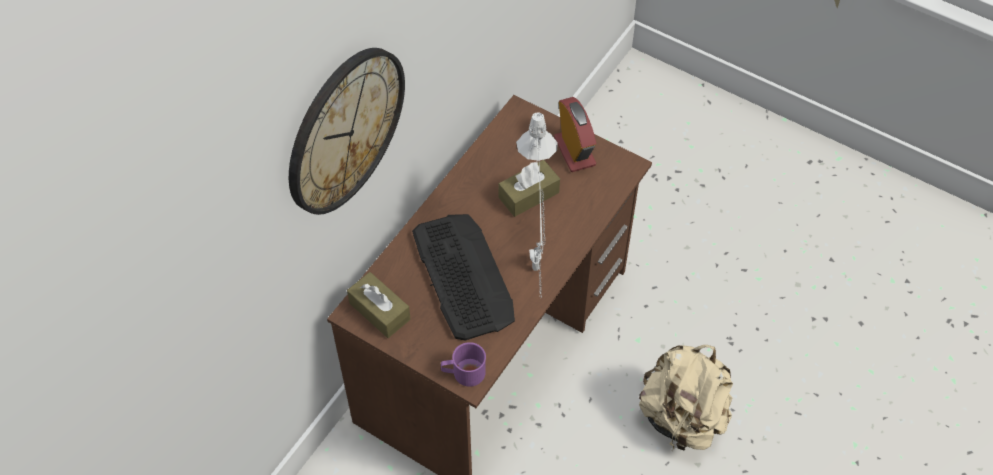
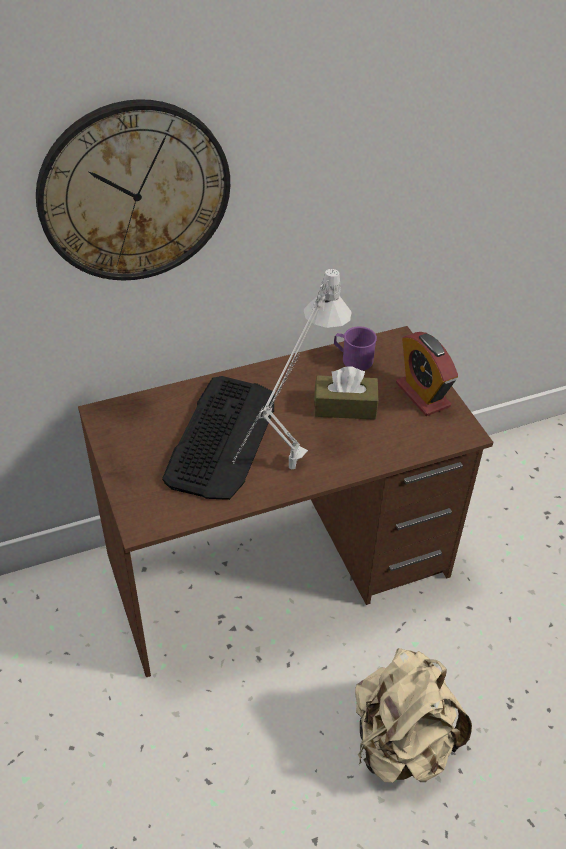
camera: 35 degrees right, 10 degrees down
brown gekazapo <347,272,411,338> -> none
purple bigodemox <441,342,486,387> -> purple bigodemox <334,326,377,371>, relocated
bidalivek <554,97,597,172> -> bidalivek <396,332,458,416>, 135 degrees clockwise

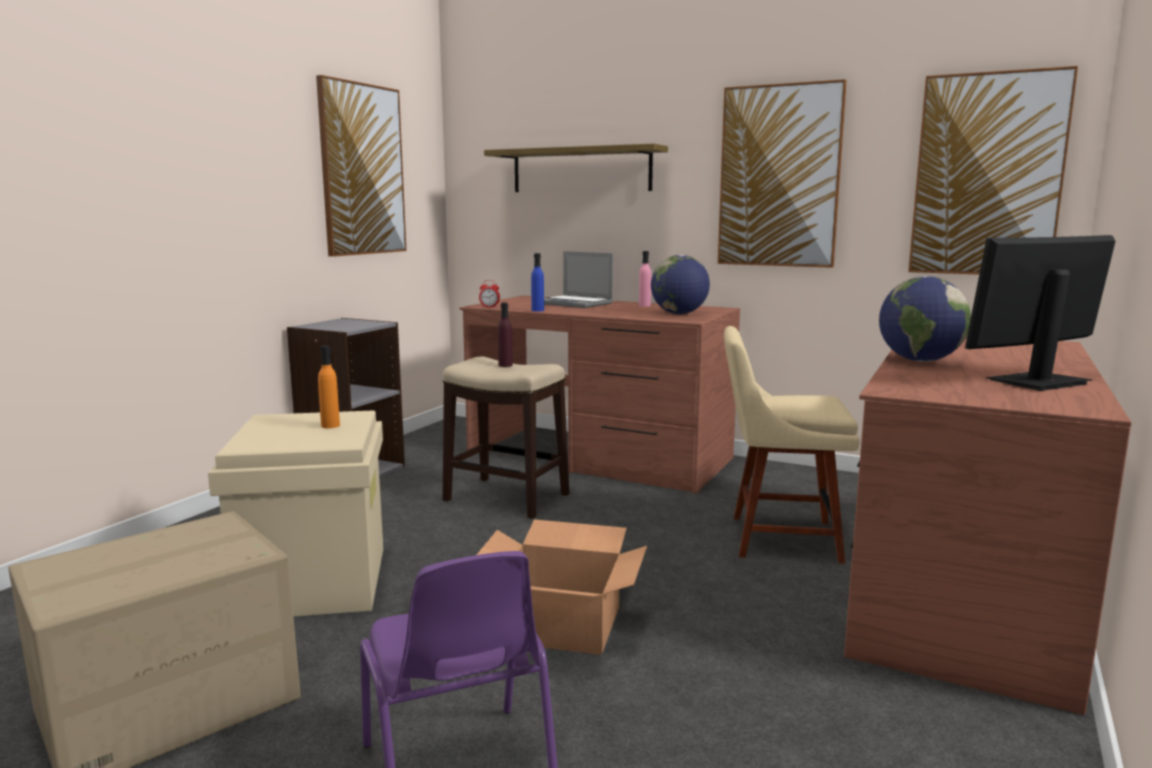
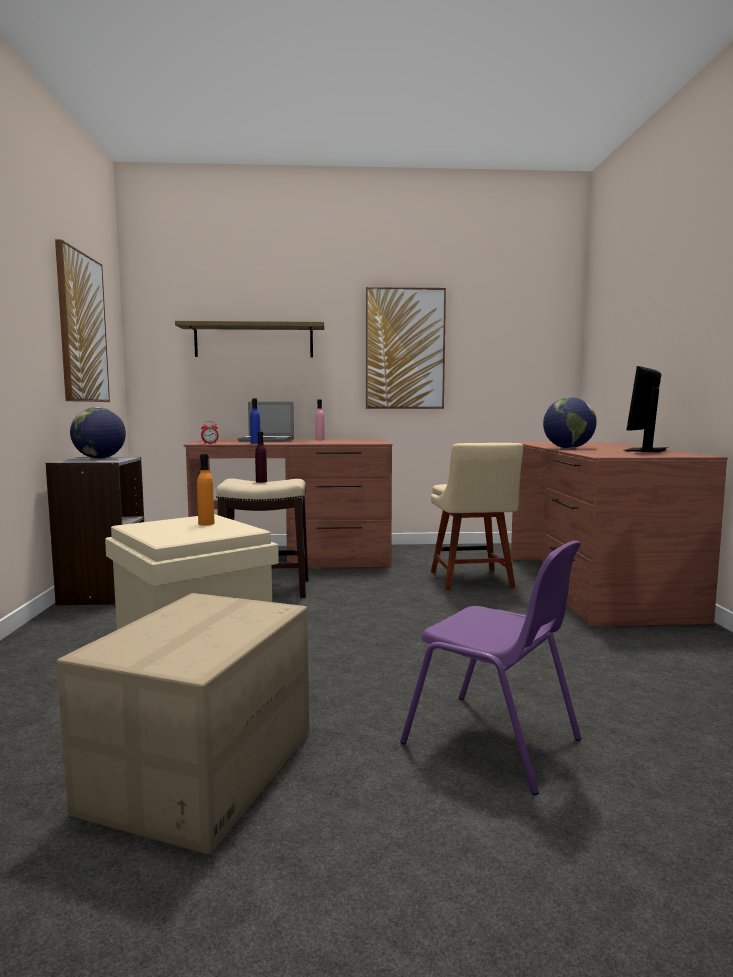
camera: 30 degrees left, 5 degrees down
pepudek <477,519,647,655> -> none
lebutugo <651,255,710,314> -> lebutugo <70,407,126,459>, relocated
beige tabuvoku <724,326,860,564> -> beige tabuvoku <431,443,523,590>, 75 degrees counterclockwise
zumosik <908,66,1078,275> -> none

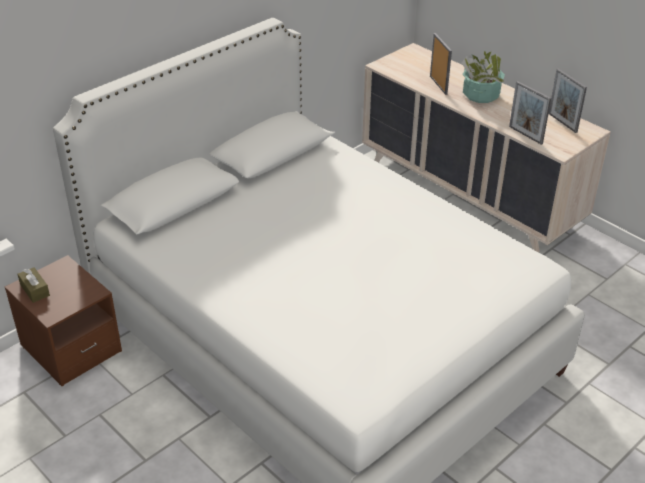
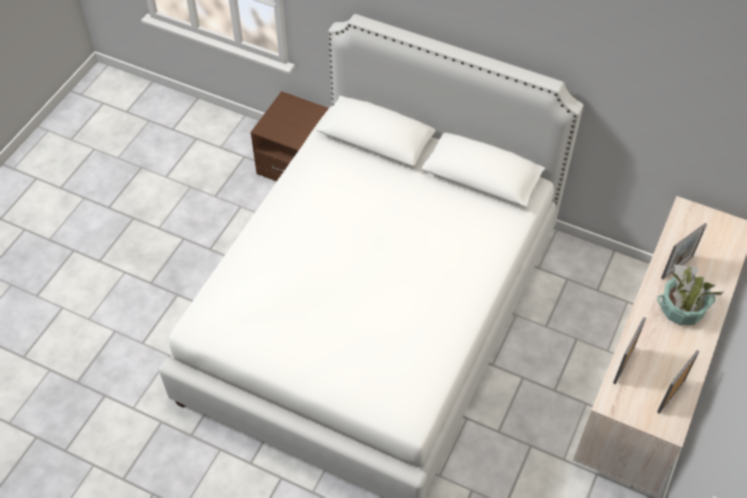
camera: 70 degrees right, 15 degrees up
brown gekazapo <17,267,50,303> -> none

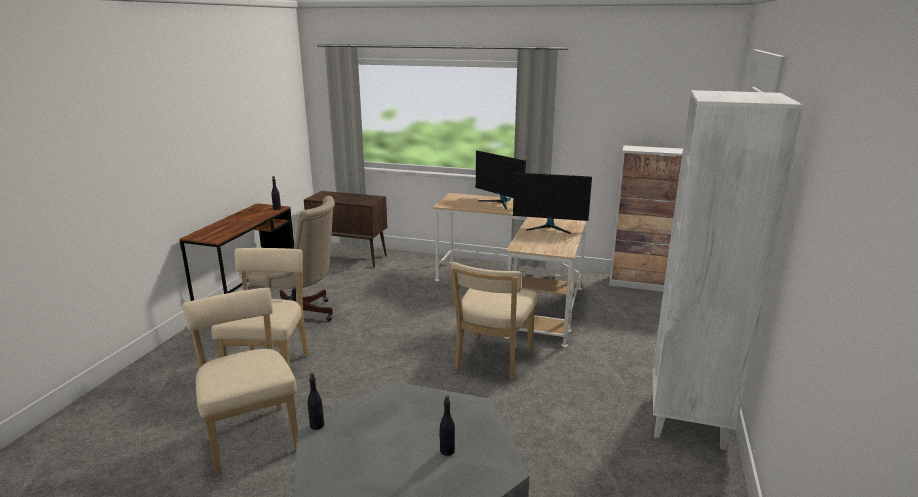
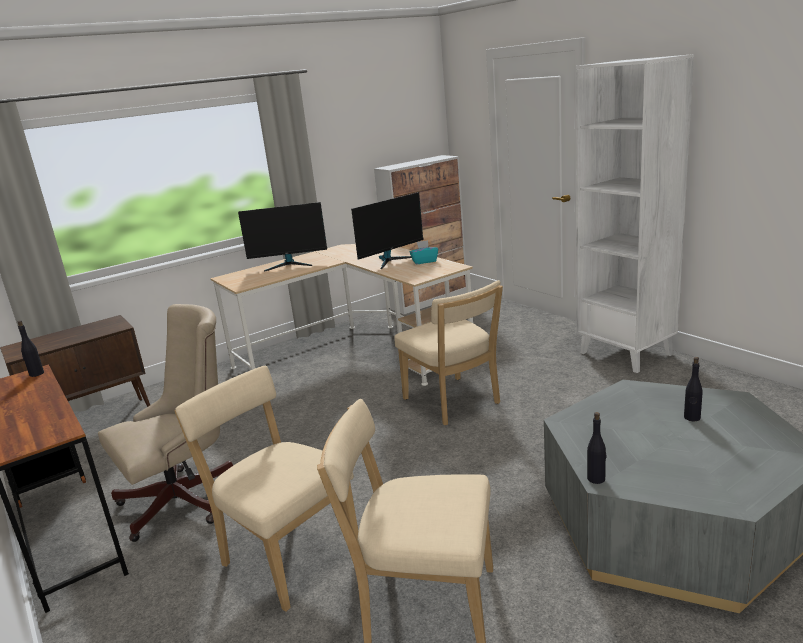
camera: 50 degrees left, 0 degrees up
none -> turquoise gekazapo <410,240,438,264>

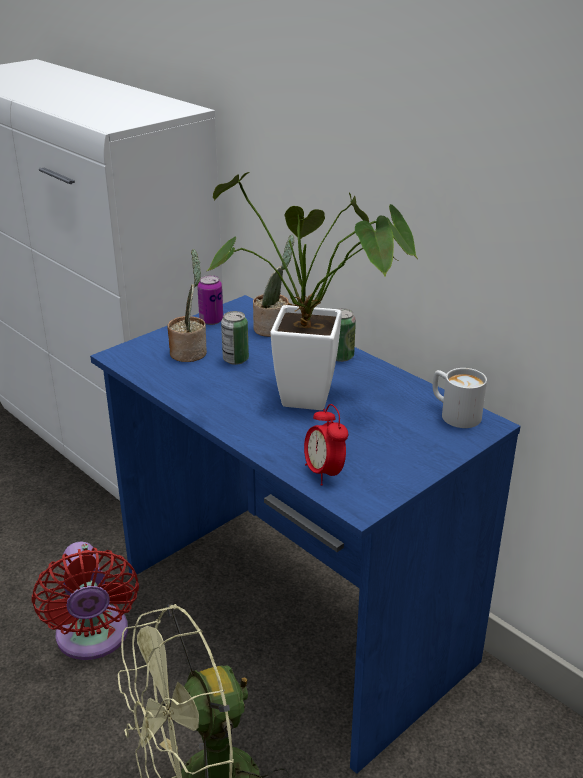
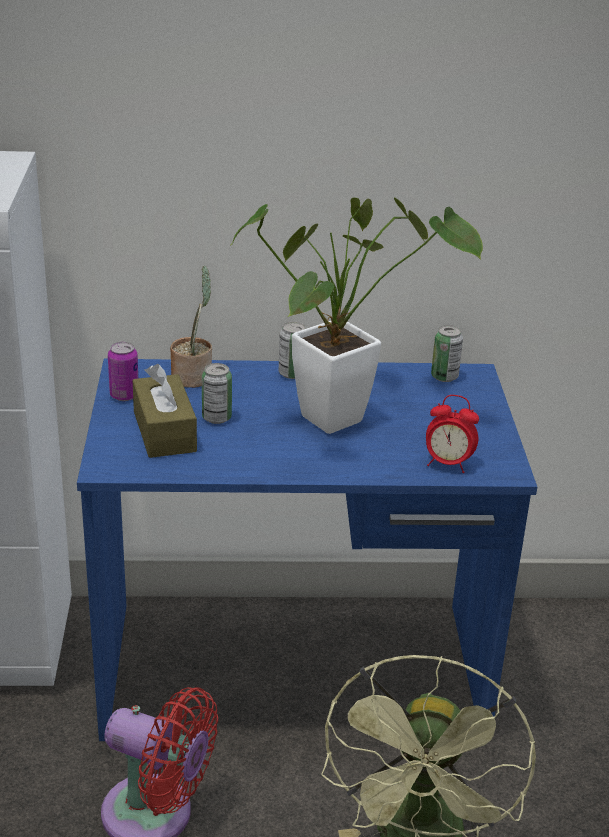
camera: 50 degrees left, 0 degrees up
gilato <167,249,207,362> -> brown gekazapo <133,364,197,458>
white bigodemox <433,368,487,428> -> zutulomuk <431,325,463,382>

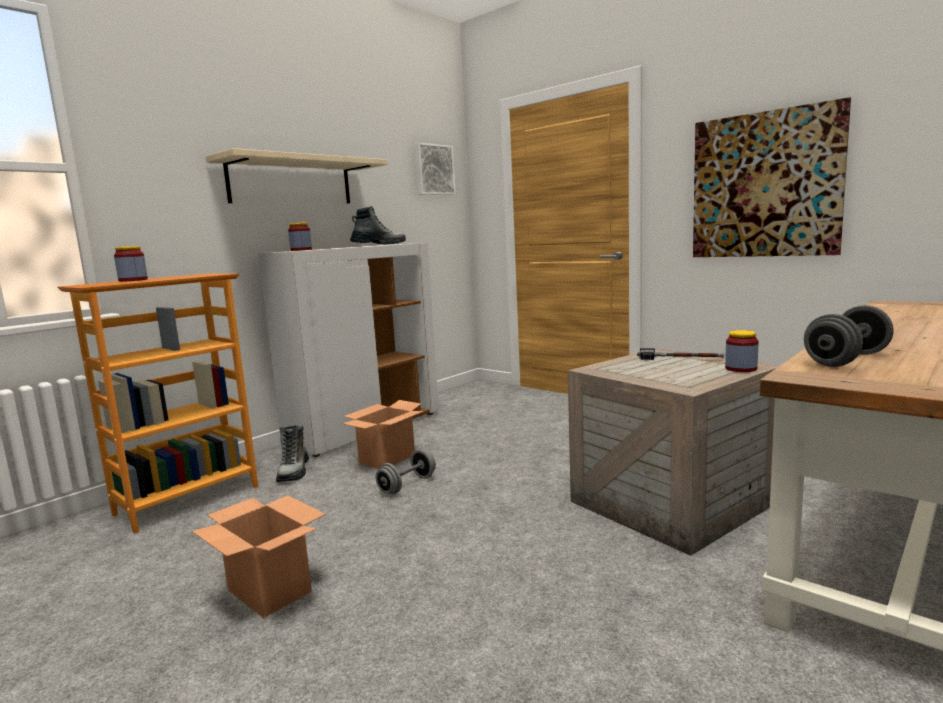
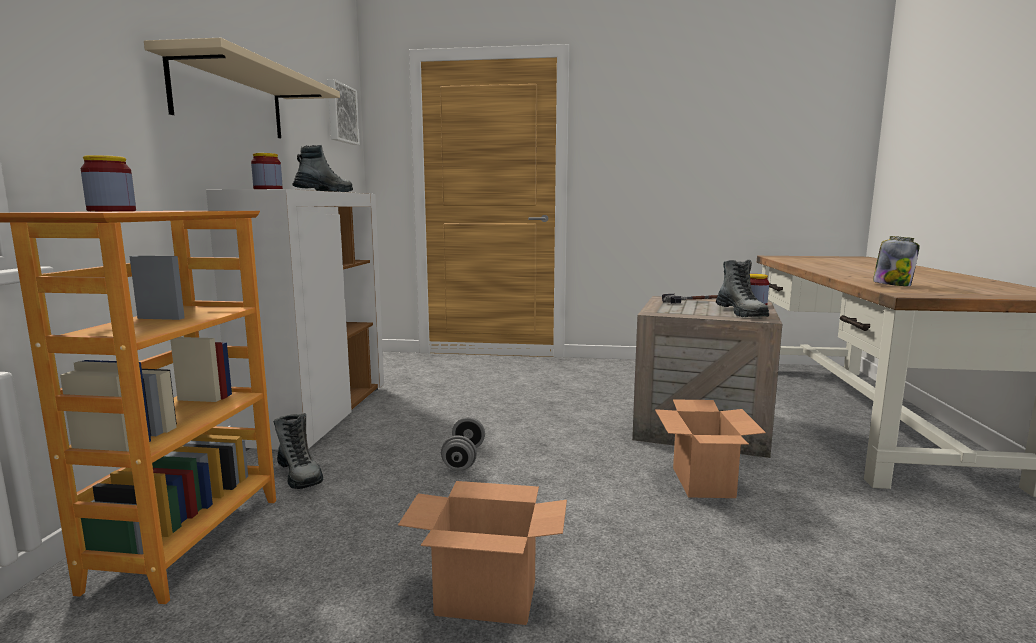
camera: 35 degrees left, 0 degrees up
pepudek <342,400,424,469> -> pepudek <655,399,766,498>, relocated
zumosik <693,97,851,257> -> none
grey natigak <804,305,894,367> -> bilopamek <873,236,920,286>
none -> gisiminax <716,260,769,317>

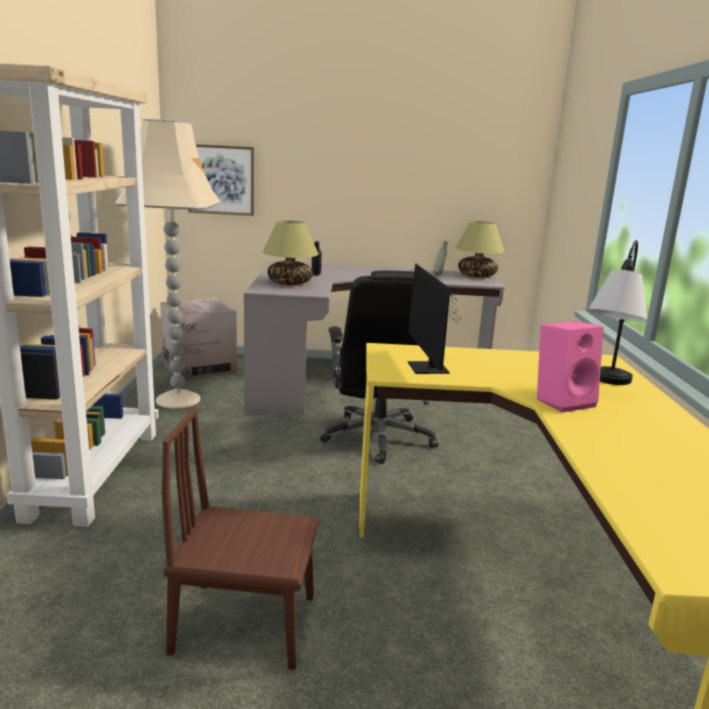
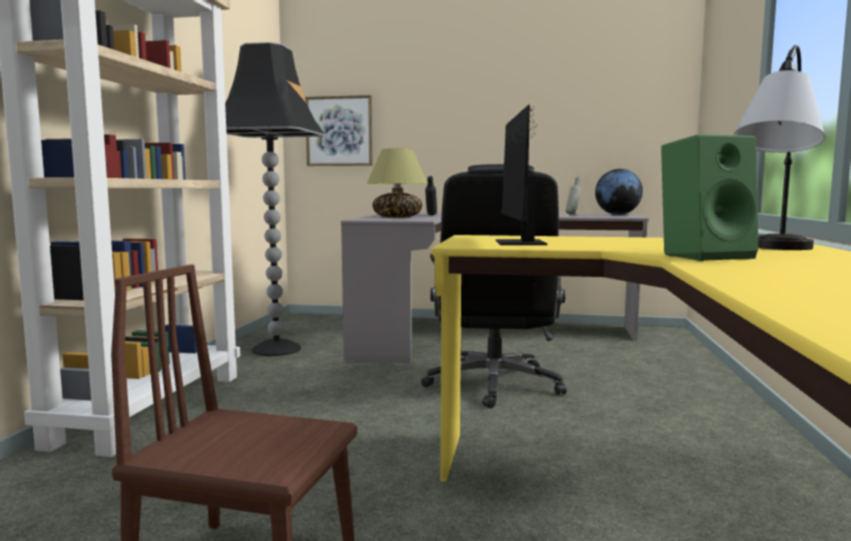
camera: 10 degrees right, 10 degrees down
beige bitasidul <114,119,221,409> -> black bitasidul <225,42,325,356>
pepudek <160,298,237,380> -> none
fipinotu <455,221,505,277> -> lebutugo <595,169,643,215>
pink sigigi <537,321,604,413> -> green sigigi <661,134,759,261>

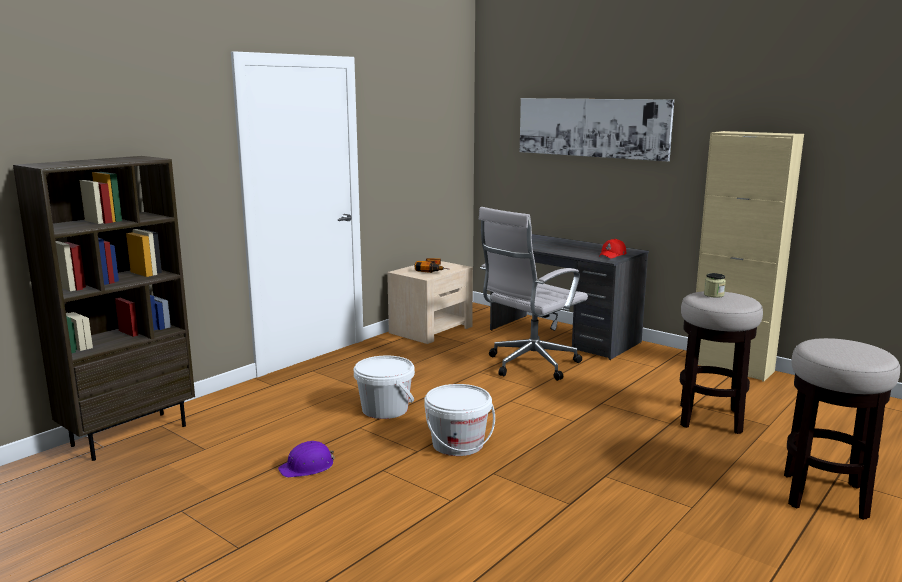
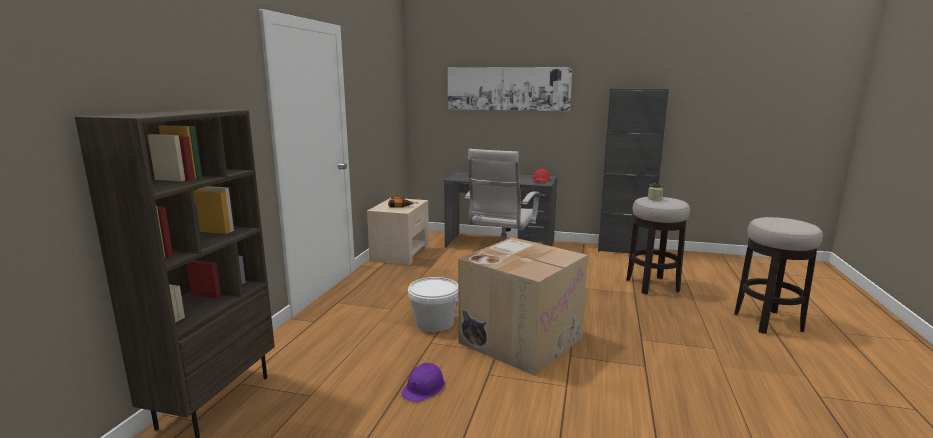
camera: 25 degrees left, 0 degrees up
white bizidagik <424,384,495,456> -> pepudek <458,237,588,376>
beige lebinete <696,131,804,382> -> black lebinete <598,88,669,255>

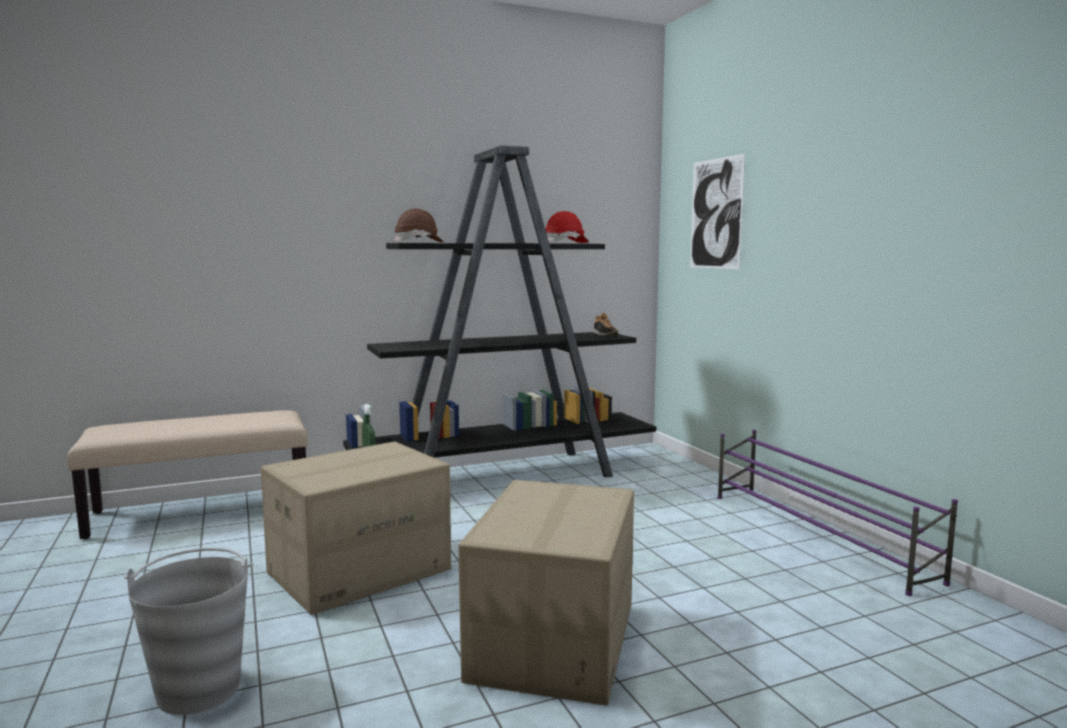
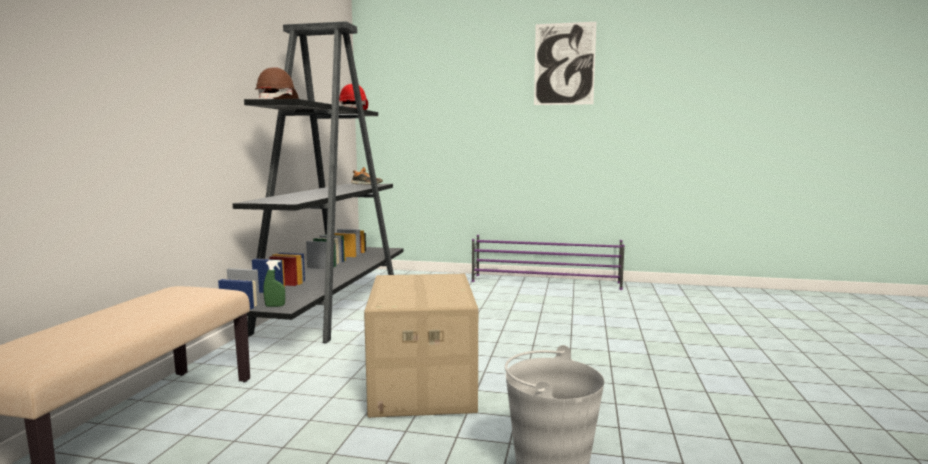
camera: 55 degrees left, 0 degrees up
pepudek <458,480,634,706> -> none
zumosik <690,154,745,269> -> zumosik <534,22,596,105>, relocated

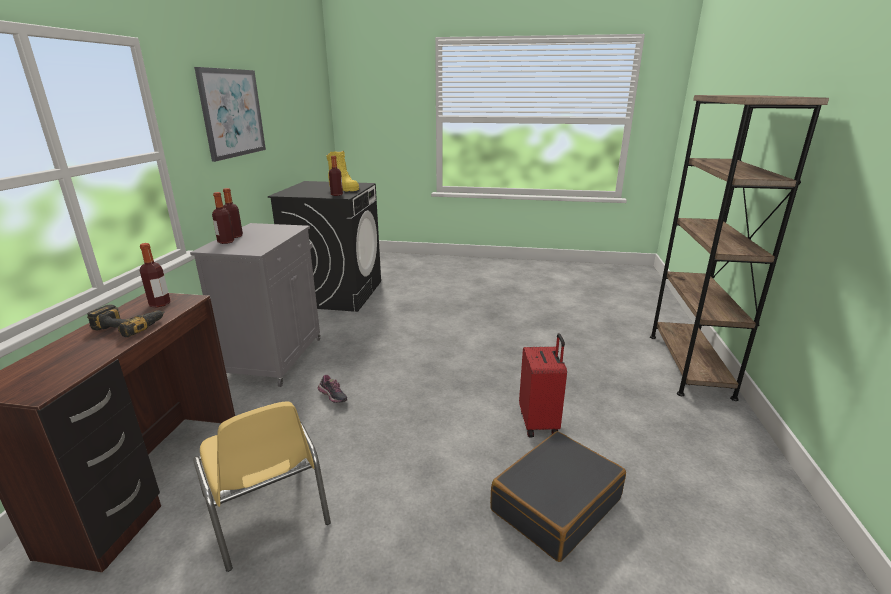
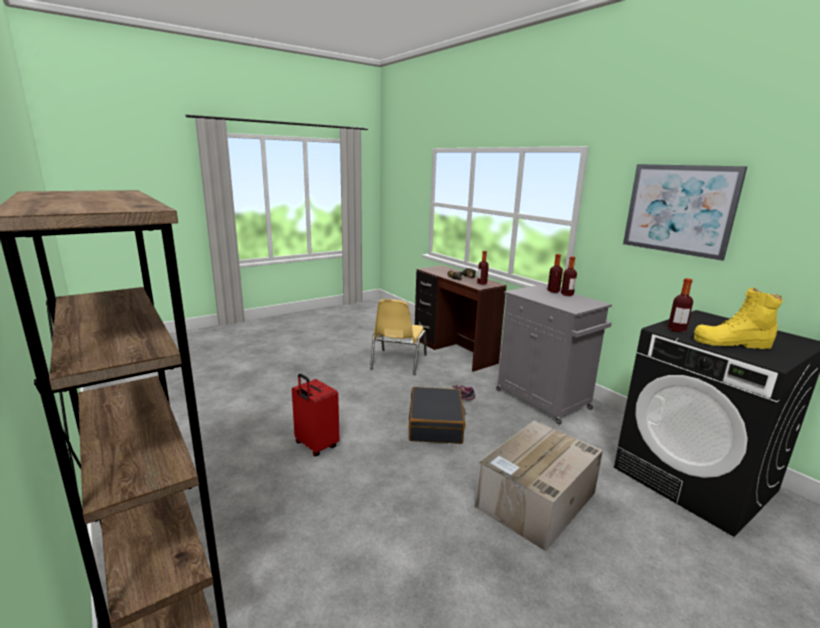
camera: 135 degrees right, 5 degrees down
yellow tabuvoku <193,401,331,572> -> yellow tabuvoku <370,299,427,375>, 90 degrees counterclockwise
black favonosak <490,431,626,562> -> black favonosak <409,387,466,444>, relocated
none -> pepudek <475,421,603,551>

